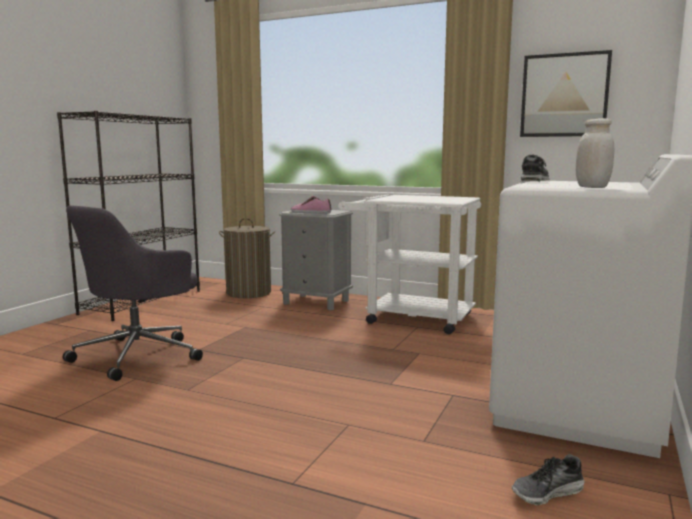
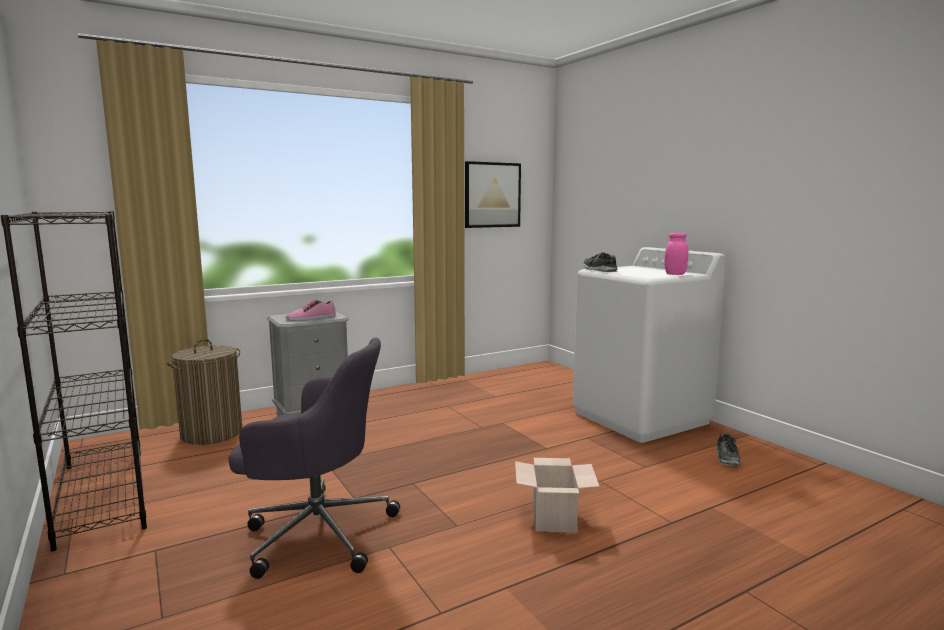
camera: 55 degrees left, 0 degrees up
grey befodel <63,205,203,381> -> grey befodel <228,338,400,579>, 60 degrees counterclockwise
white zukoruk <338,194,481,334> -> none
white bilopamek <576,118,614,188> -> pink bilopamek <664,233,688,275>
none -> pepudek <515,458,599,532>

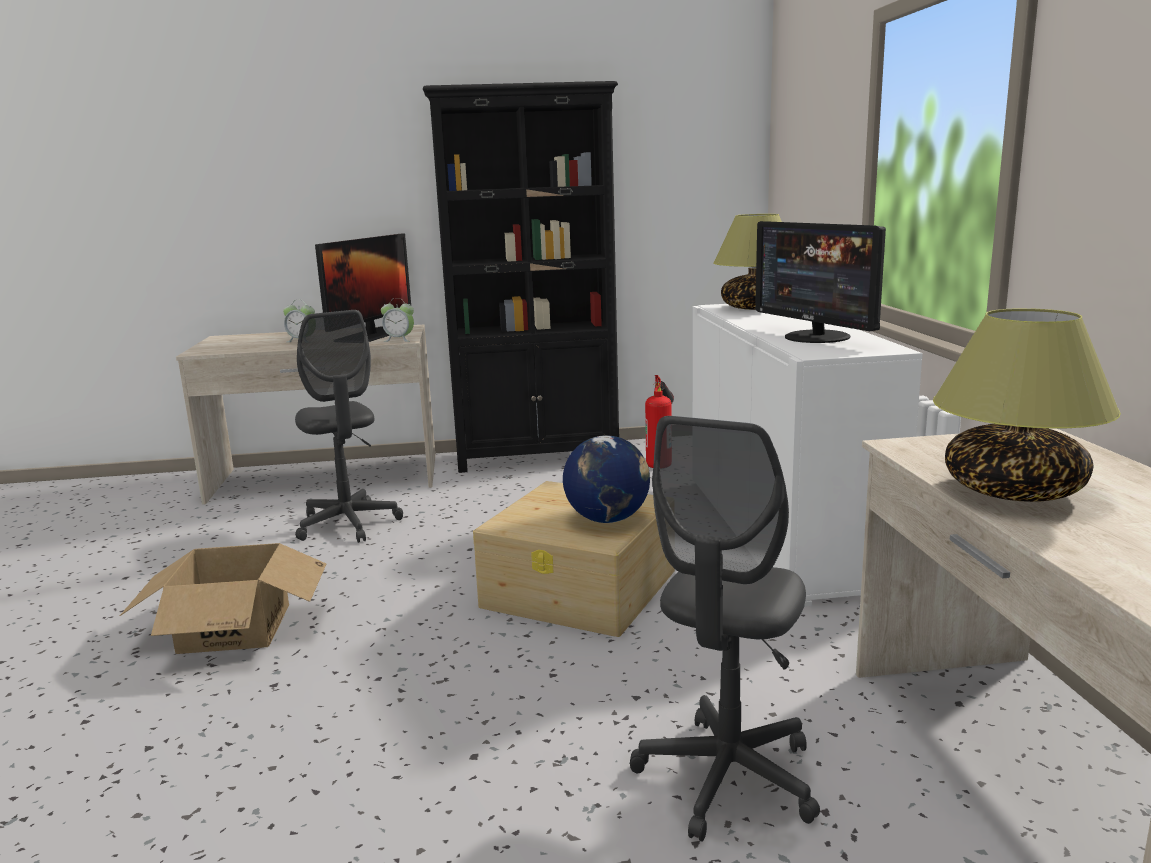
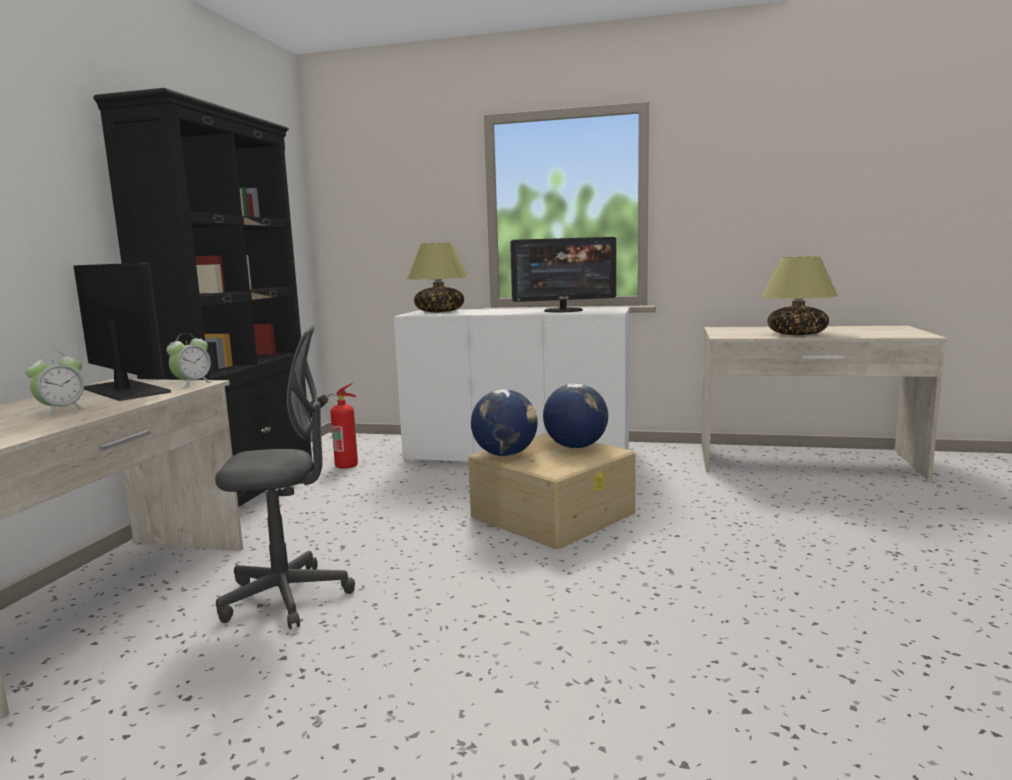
camera: 70 degrees left, 5 degrees down
pepudek <120,543,326,654> -> none
grey befodel <630,416,820,841> -> none
none -> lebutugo <471,389,538,456>

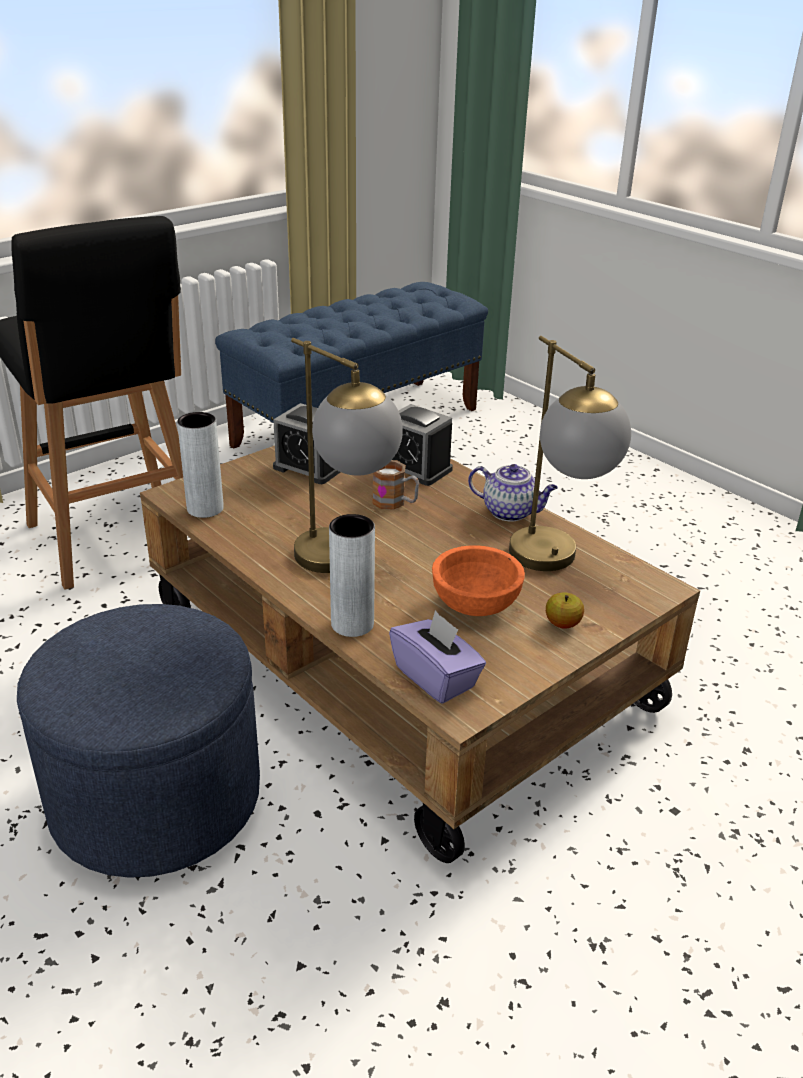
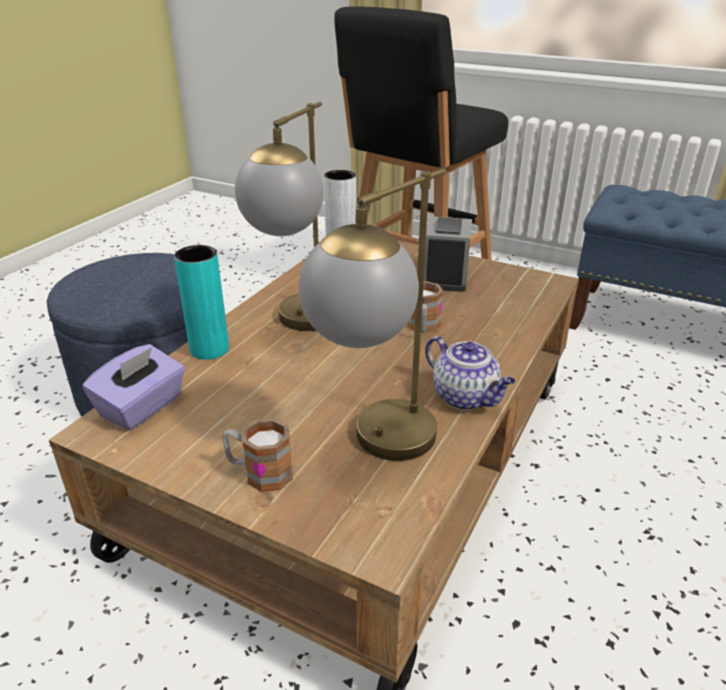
camera: 70 degrees right, 0 degrees up
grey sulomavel <329,514,375,637> -> turquoise sulomavel <174,245,229,360>
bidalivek <392,404,453,486> -> none
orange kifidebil <432,545,525,616> -> none
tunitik <468,464,558,522> -> tunitik <425,336,516,410>, 45 degrees counterclockwise
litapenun <546,592,584,629> -> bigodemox <222,418,293,492>

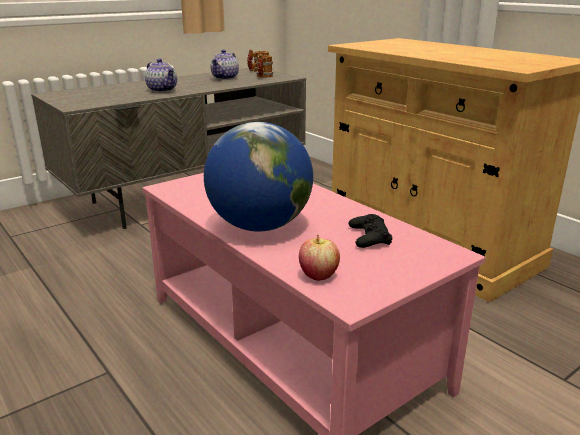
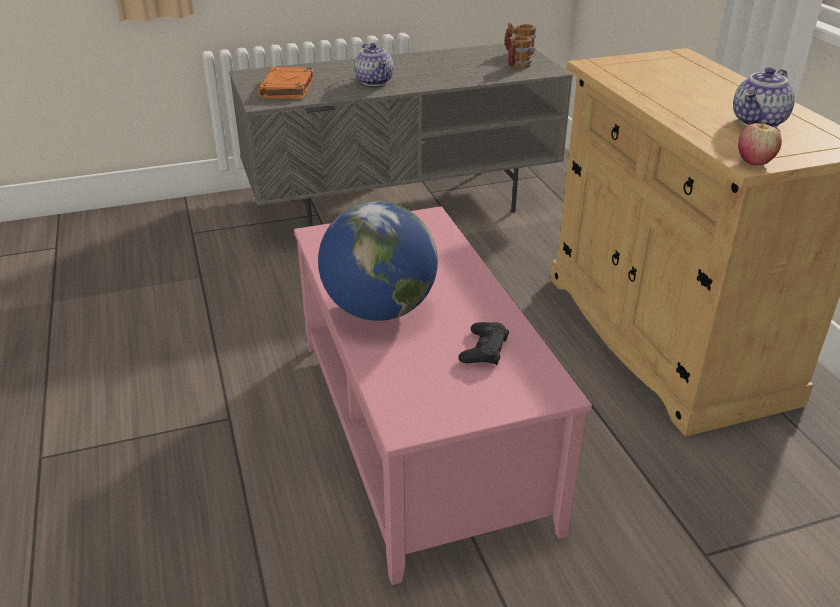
camera: 20 degrees right, 10 degrees up
tunitik <211,49,239,80> -> tunitik <733,67,795,128>, relocated
litapenun <299,235,340,281> -> litapenun <738,120,782,165>, relocated
none -> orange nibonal <258,67,314,99>

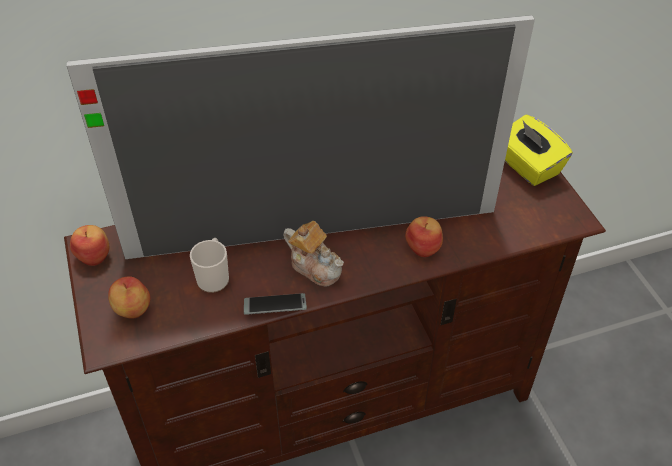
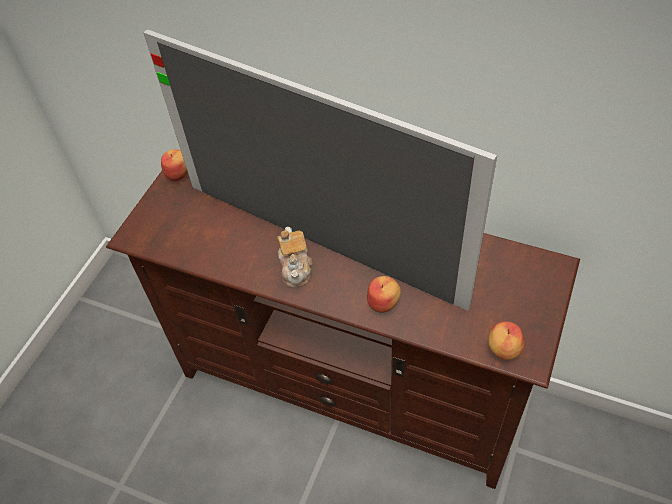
camera: 45 degrees right, 5 degrees up
litapenun <108,276,150,319> -> litapenun <488,321,525,360>, relocated
bigodemox <190,238,229,293> -> none
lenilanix <244,293,307,315> -> none
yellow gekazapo <505,115,573,186> -> none

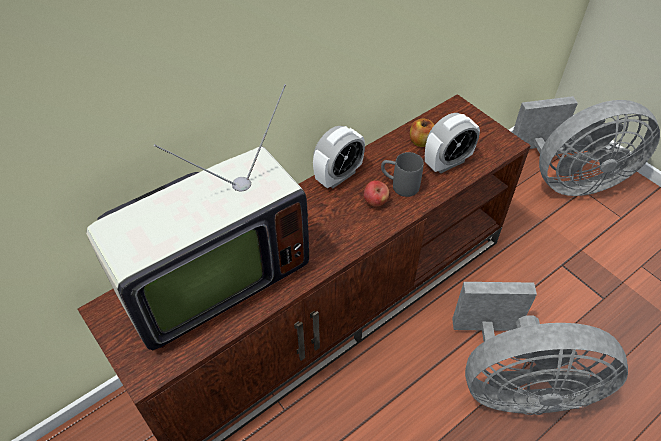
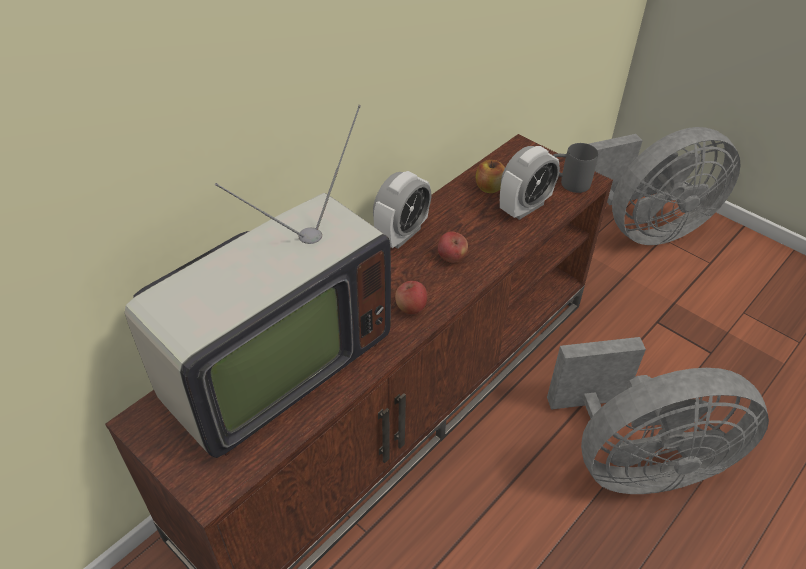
camera: 10 degrees left, 5 degrees down
grey bigodemox <381,152,424,197> -> grey bigodemox <553,143,598,193>, relocated
none -> litapenun <395,281,427,314>

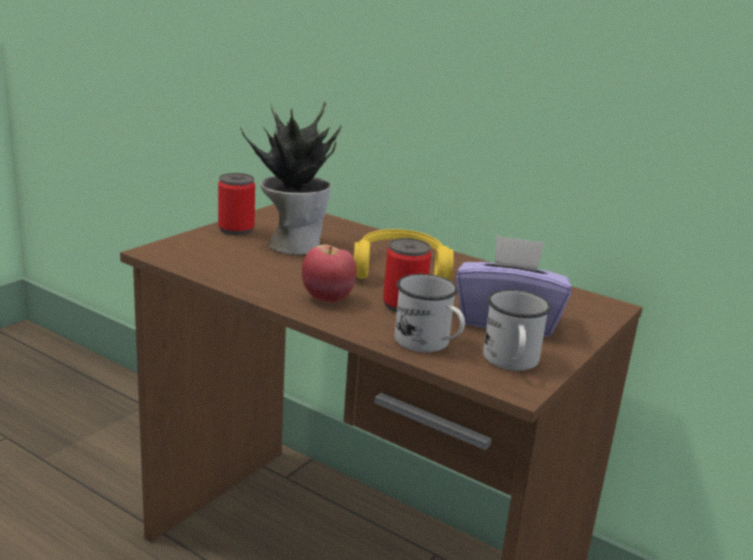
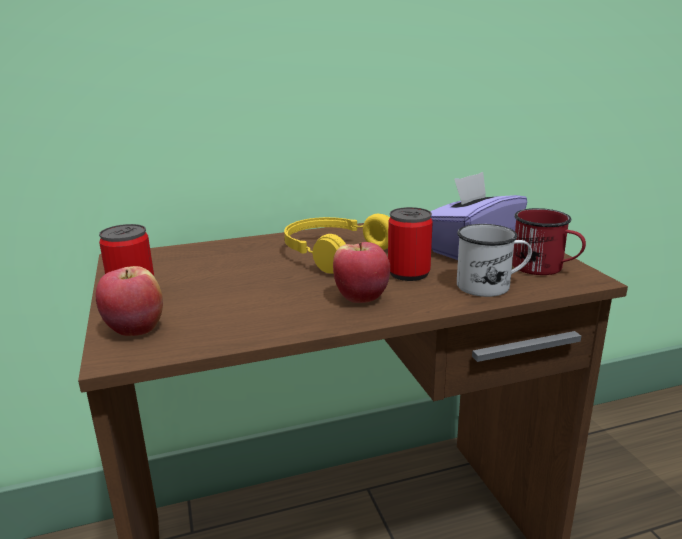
camera: 50 degrees left, 0 degrees up
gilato <241,102,342,255> -> none
white bigodemox <483,290,551,371> -> red bigodemox <512,208,586,275>
none -> litapenun <96,266,163,336>

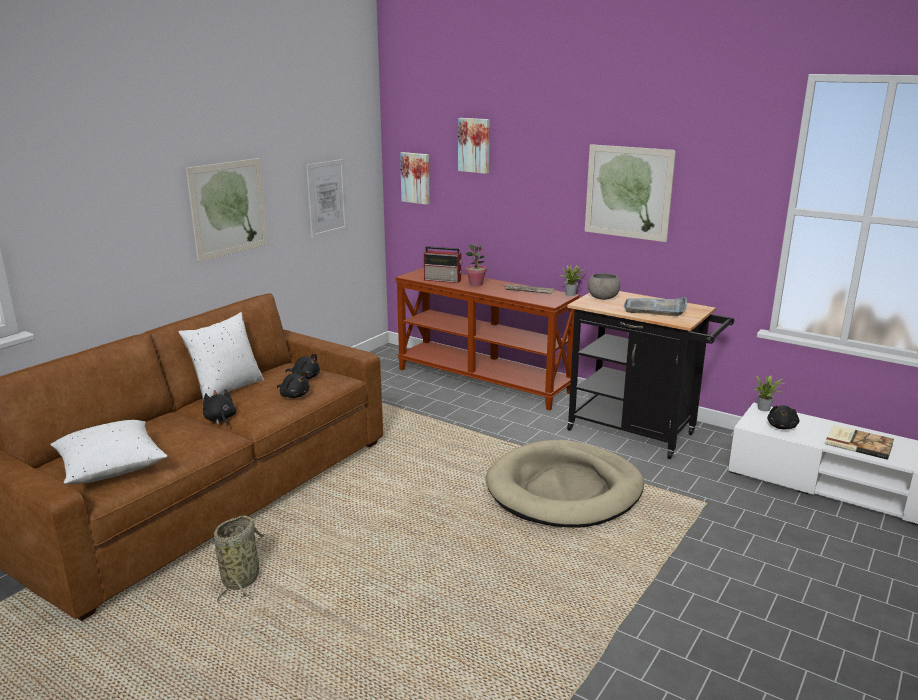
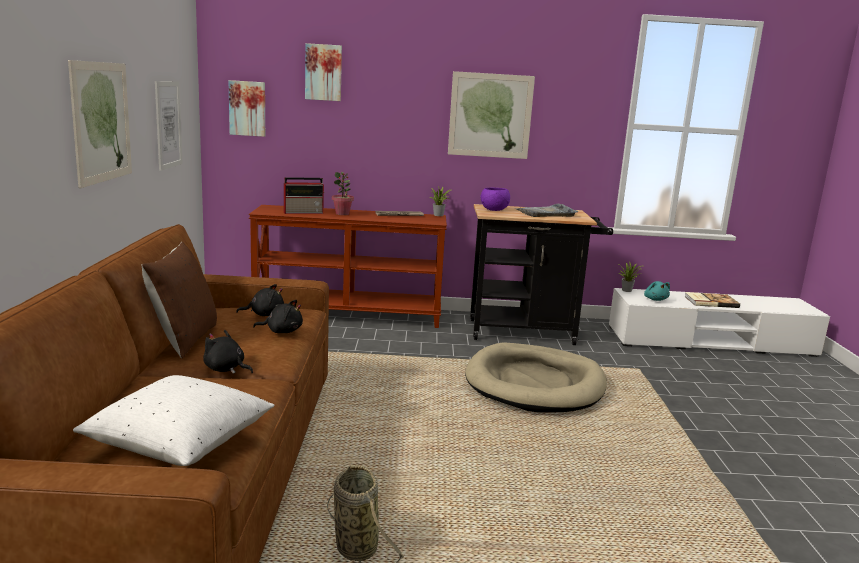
camera: 35 degrees left, 5 degrees down
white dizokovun <179,312,264,399> -> brown dizokovun <141,242,217,358>
grey kifidebil <587,273,620,300> -> purple kifidebil <480,188,510,211>
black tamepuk <767,405,799,429> -> turquoise tamepuk <644,281,670,301>

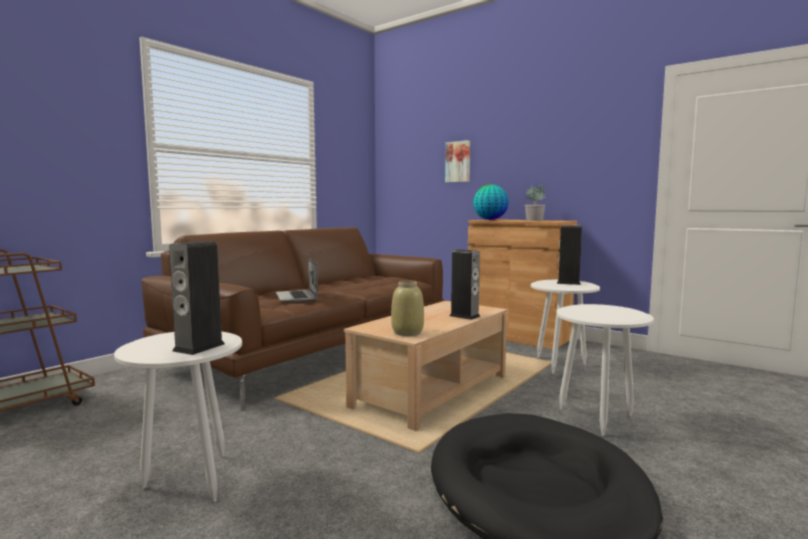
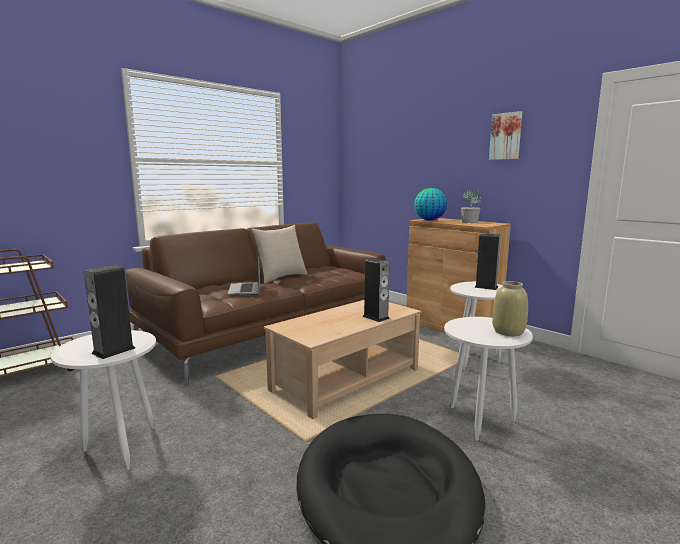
camera: 10 degrees right, 5 degrees up
beige sulomavel <391,281,424,336> -> beige sulomavel <492,281,528,336>, relocated
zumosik <445,140,470,183> -> zumosik <489,111,522,160>, relocated
none -> beige dizokovun <251,225,308,284>

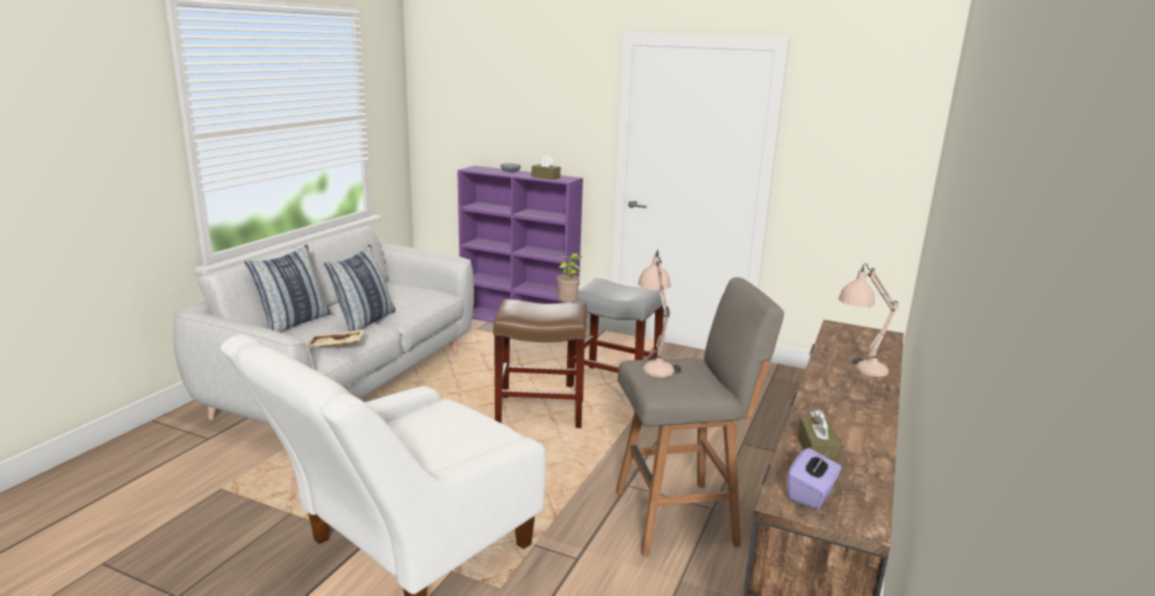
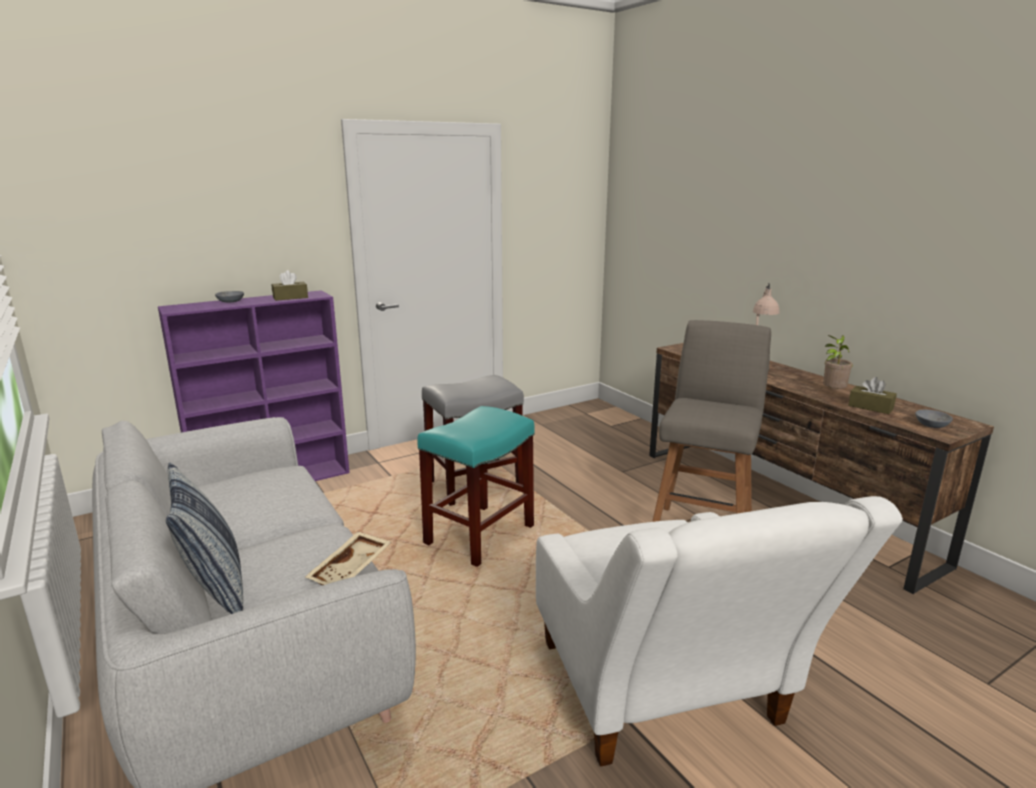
camera: 55 degrees left, 0 degrees up
dizokovun <324,244,395,332> -> none
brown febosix <493,299,587,428> -> turquoise febosix <417,406,535,567>
gilato <556,253,582,303> -> gilato <820,335,853,389>, relocated
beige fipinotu <638,250,681,378> -> none
purple gekazapo <787,448,842,510> -> grey kifidebil <915,409,953,428>

